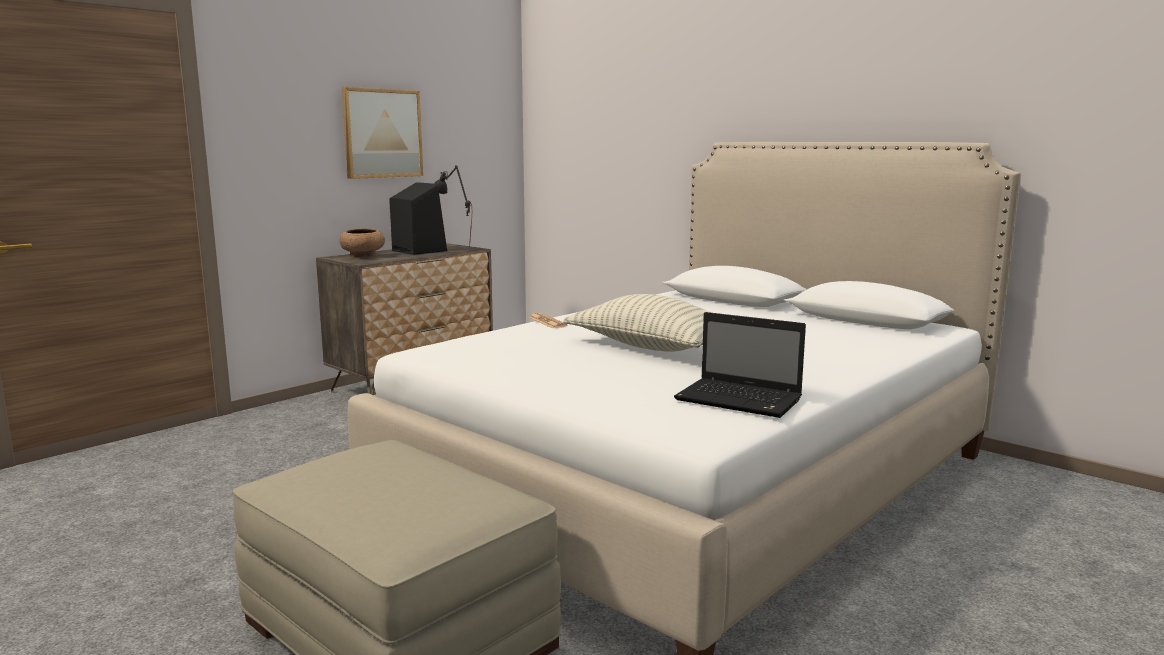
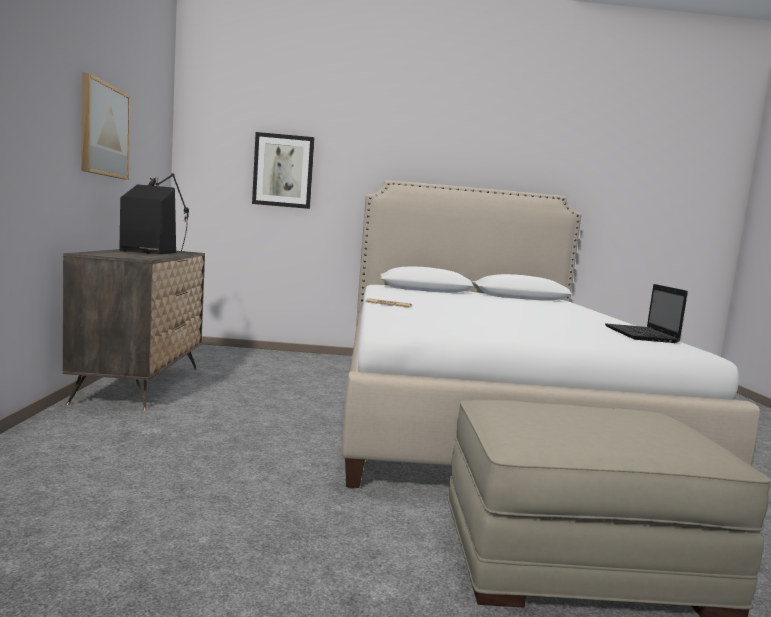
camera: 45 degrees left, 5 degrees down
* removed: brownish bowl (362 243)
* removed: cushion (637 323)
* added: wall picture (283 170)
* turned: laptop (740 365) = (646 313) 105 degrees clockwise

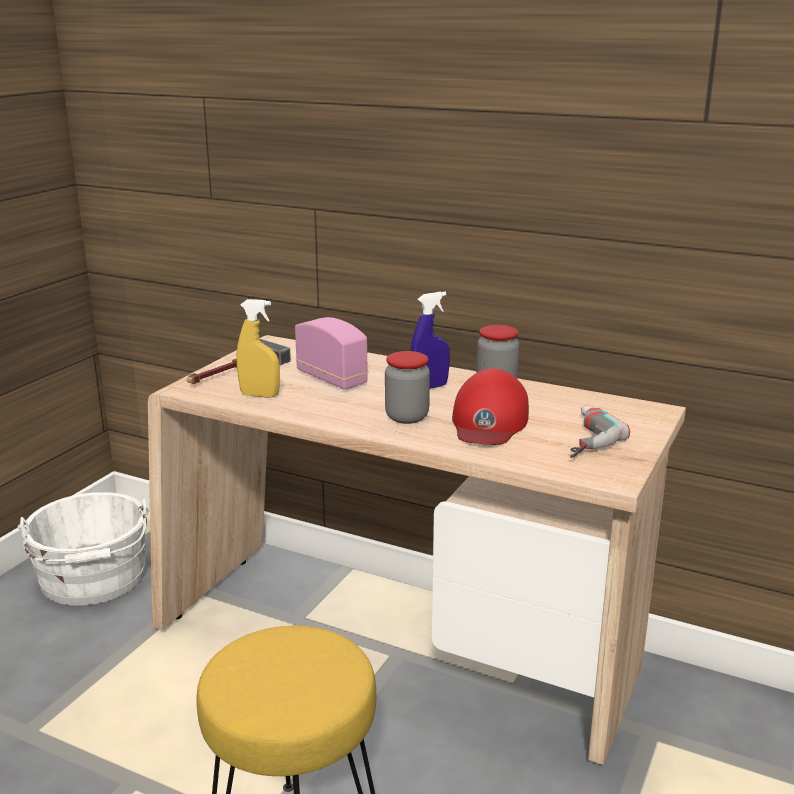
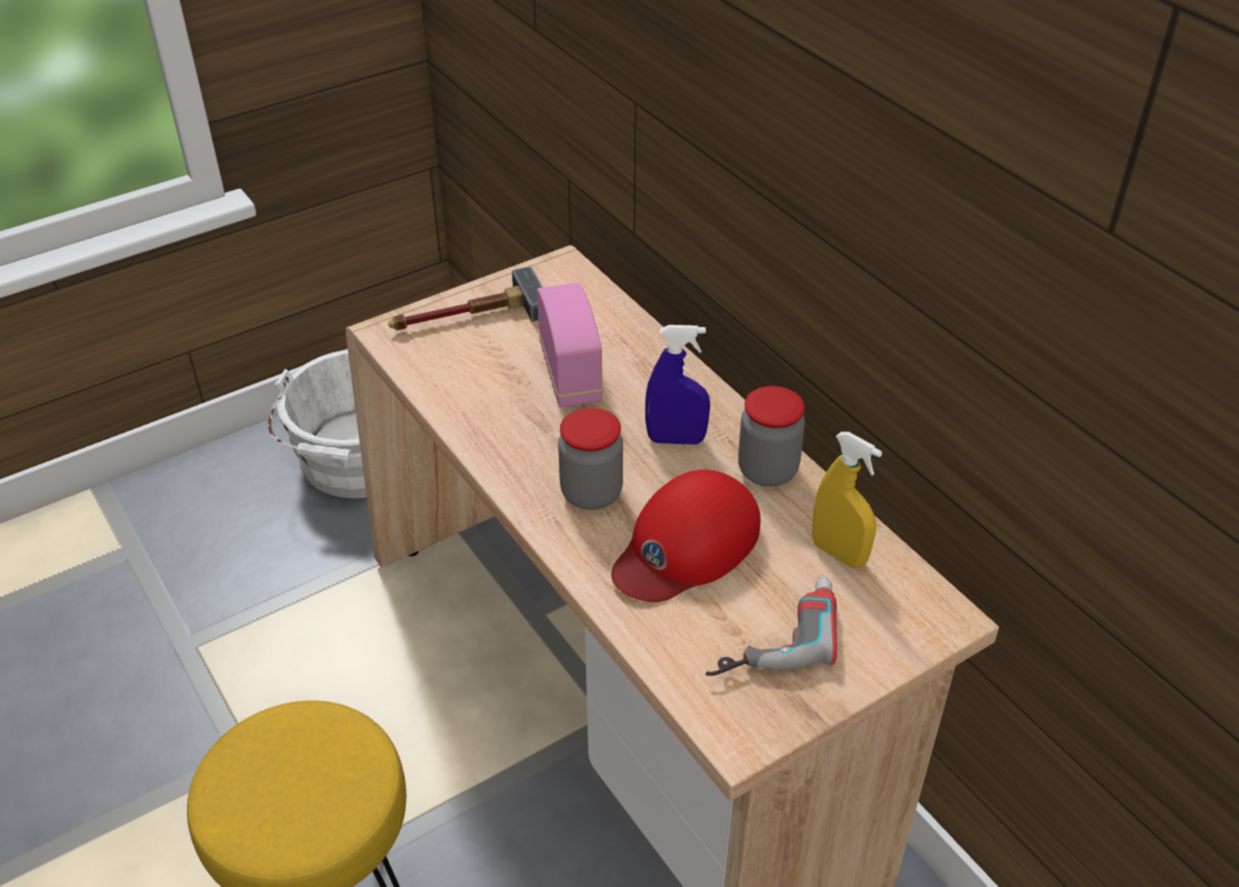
camera: 30 degrees right, 20 degrees up
* moved: yellowish sprayer (258 348) to (847 500)

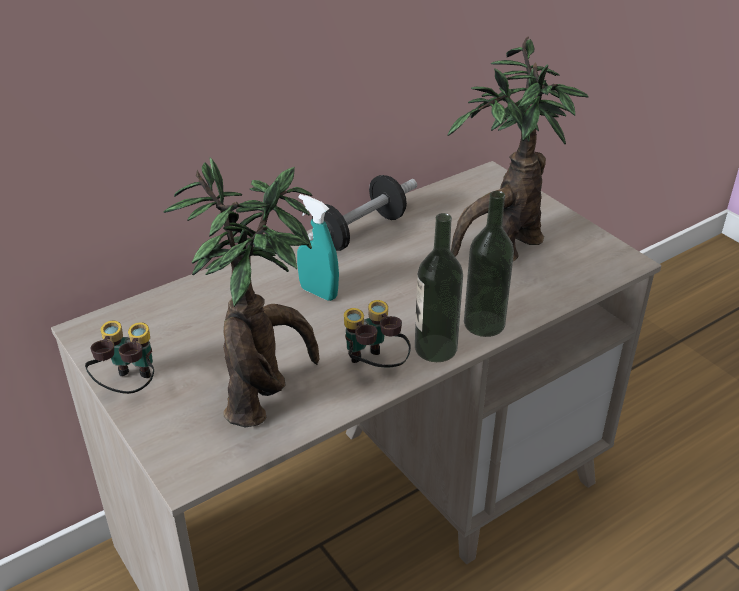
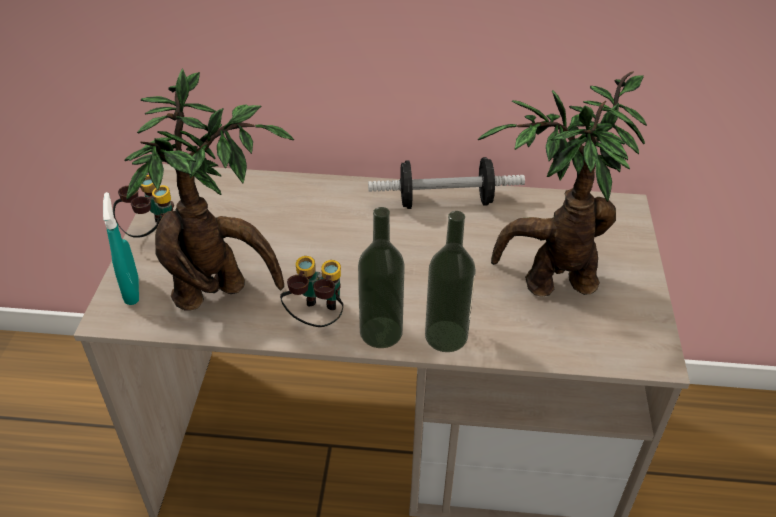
camera: 40 degrees right, 5 degrees up
* moved: turquoise sprayer (318 247) to (121 248)

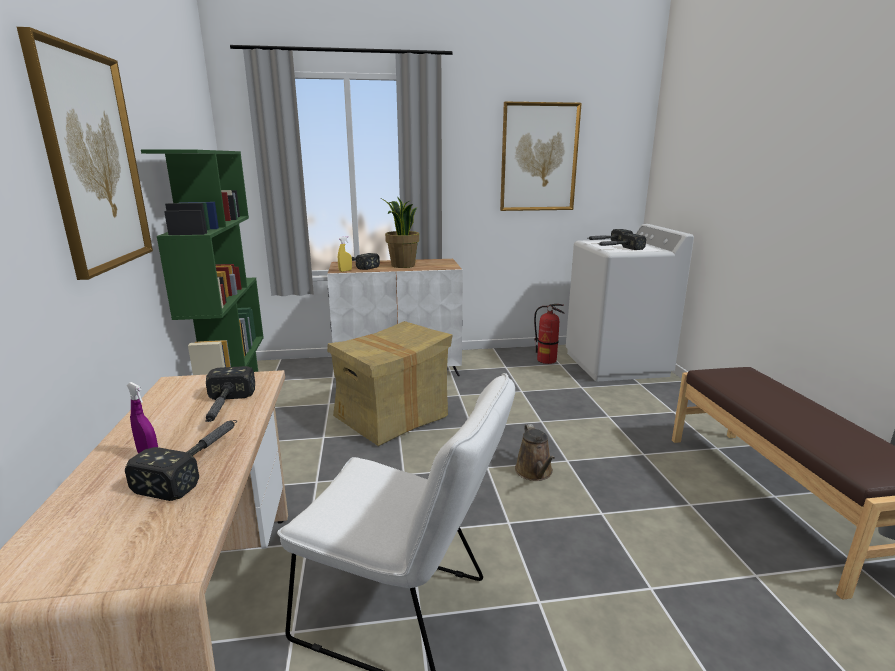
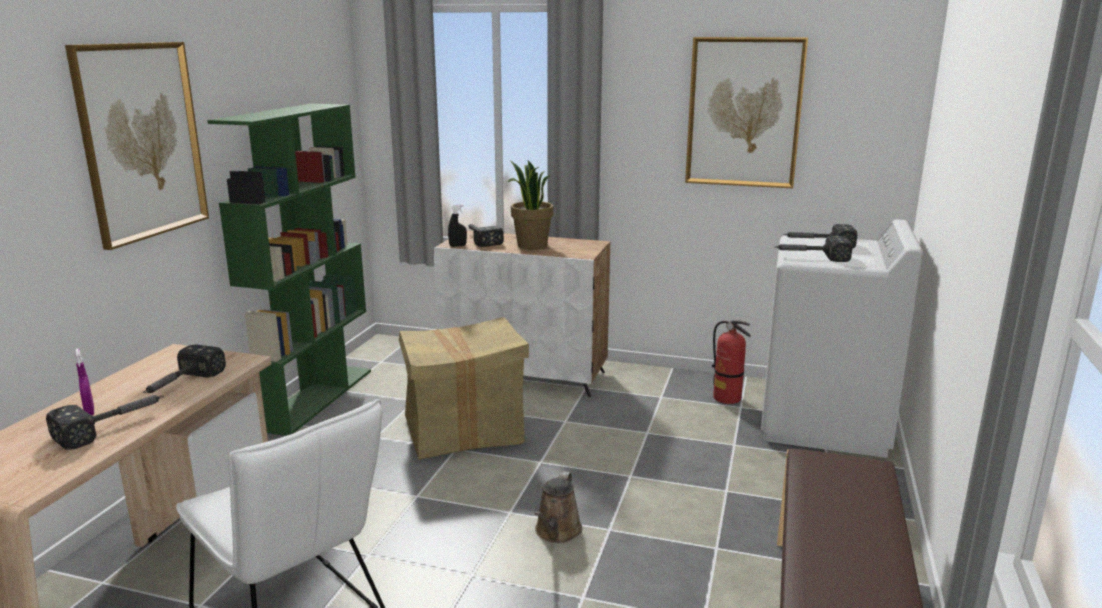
camera: 25 degrees right, 0 degrees up
* recoloured: yellowish sprayer (345 254) to blackish sprayer (457 226)

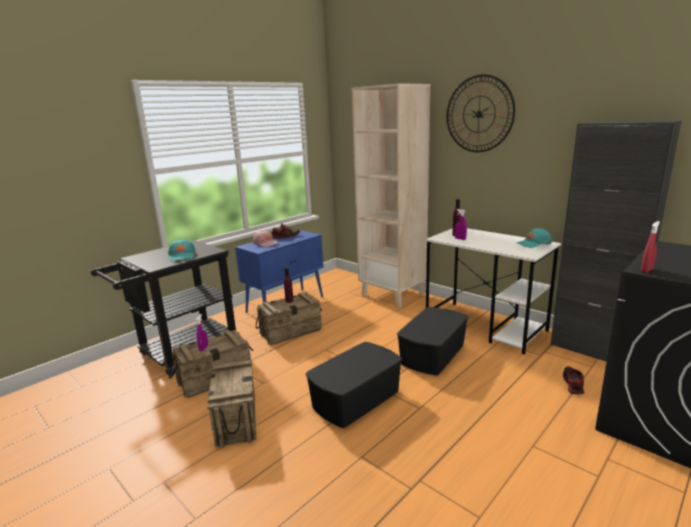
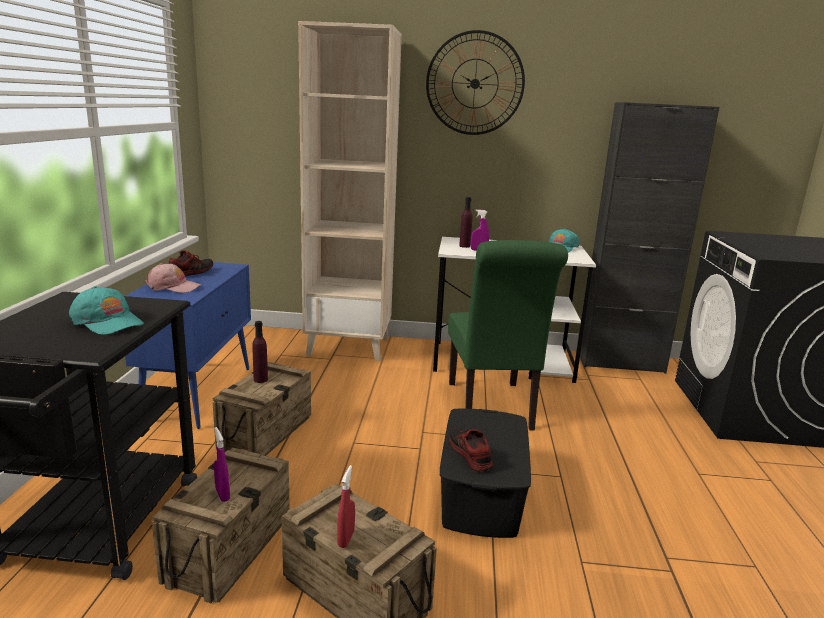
camera: 40 degrees left, 0 degrees up
* moved: item of footwear (573 380) to (471 449)
* moved: reddish sprayer (650 247) to (346 506)
* replaced: blackish storage box (432 341) to green-coloured upright chair (508 335)

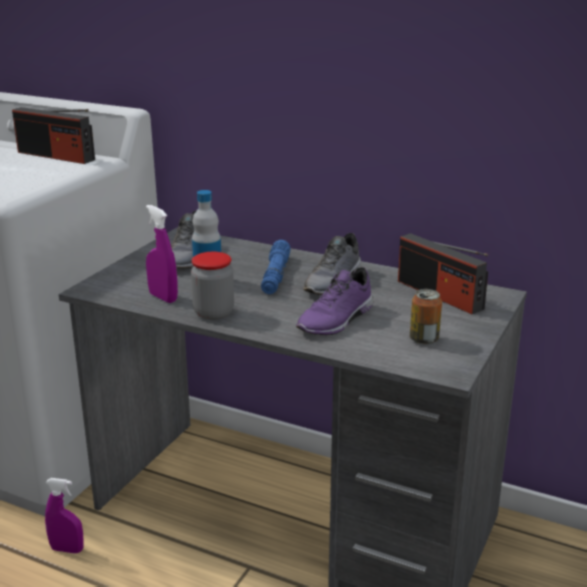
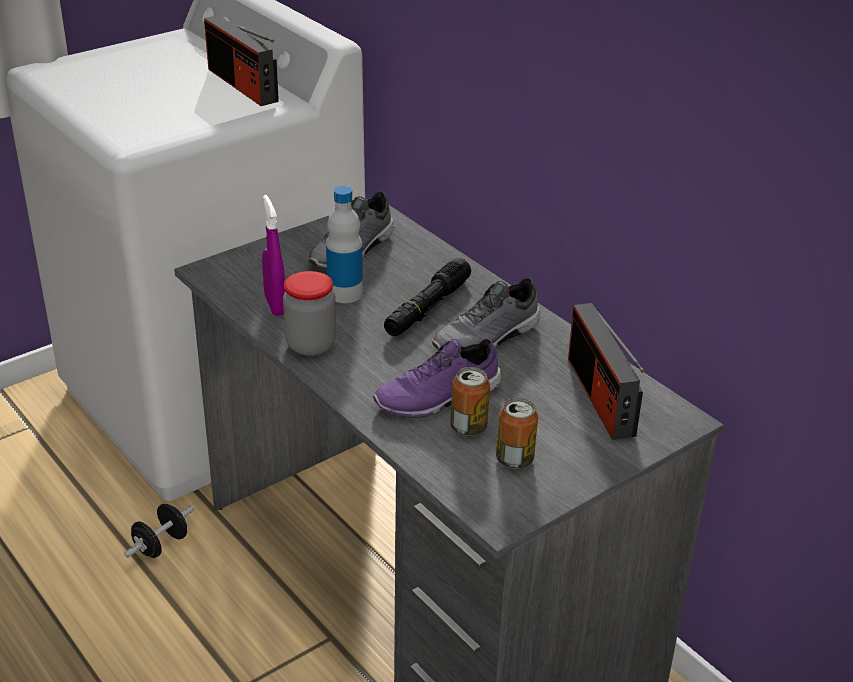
camera: 25 degrees right, 10 degrees up
* added: sealed can (470 401)
* replaced: purplish sprayer (64 515) to blackish free weight (159 531)
* recoloured: blue-coloured flashlight (276 267) to blackish flashlight (427 297)

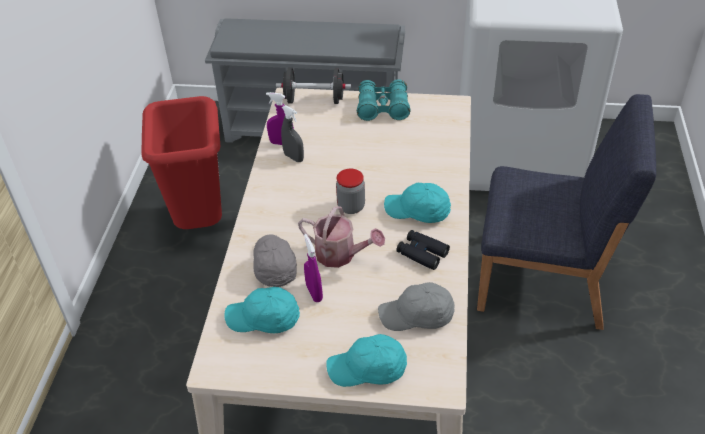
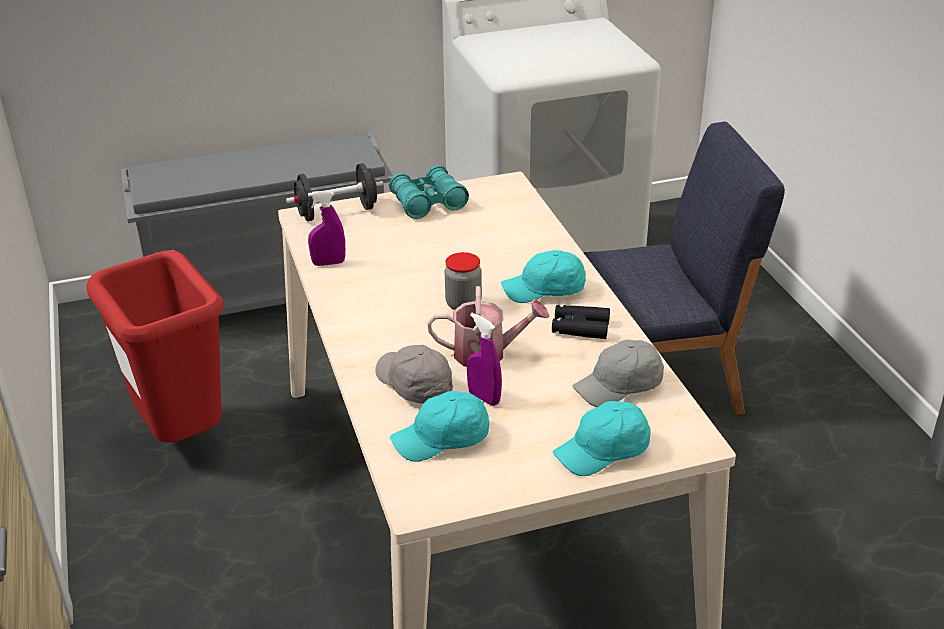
camera: 25 degrees left, 10 degrees down
* removed: greyish sprayer (292 133)

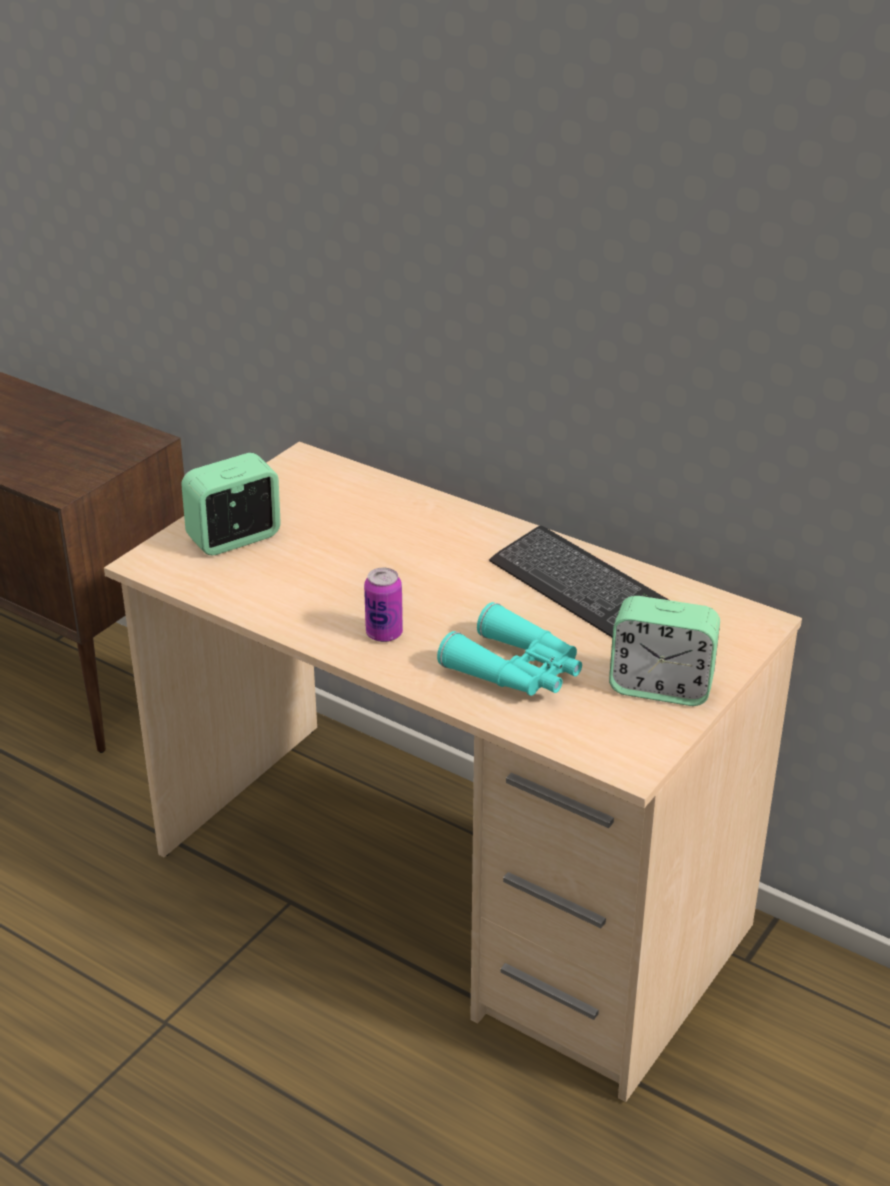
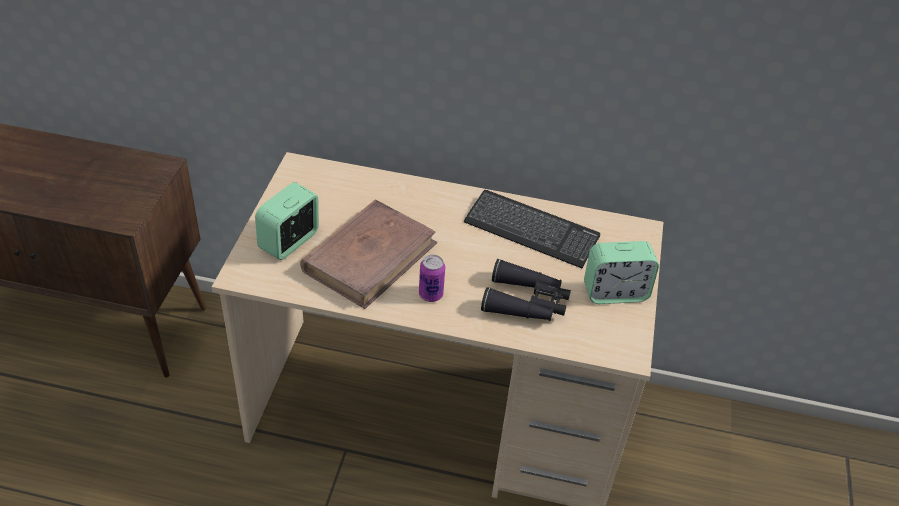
camera: 25 degrees left, 10 degrees up
* added: brownish volume (368 254)
* recoloured: turquoise pair of binoculars (509 649) to blackish pair of binoculars (526 290)

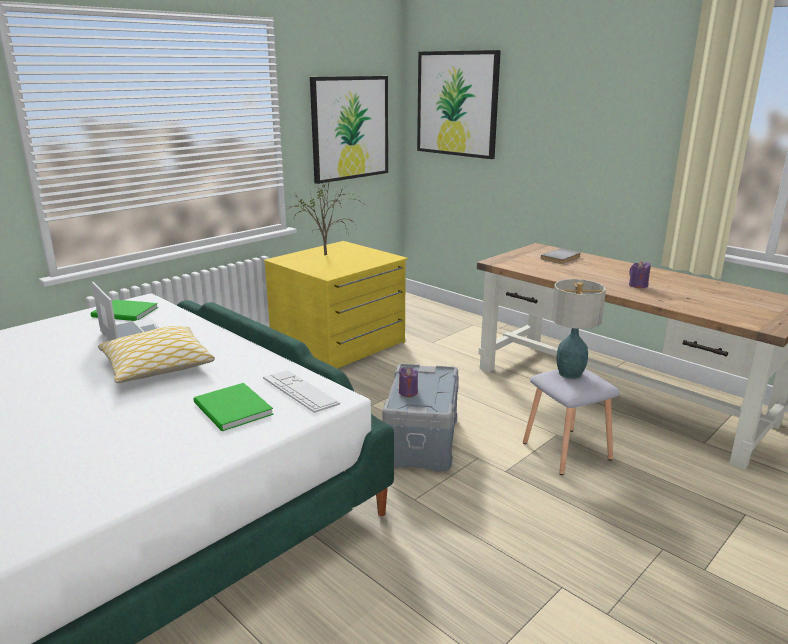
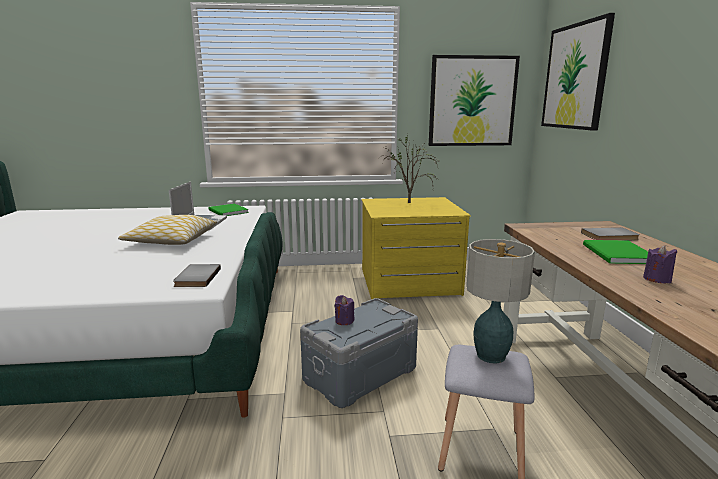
camera: 40 degrees right, 5 degrees down
* moved: green-coloured volume (234 407) to (615 252)
* replaced: PC keyboard (301 391) to greyish volume (197 275)

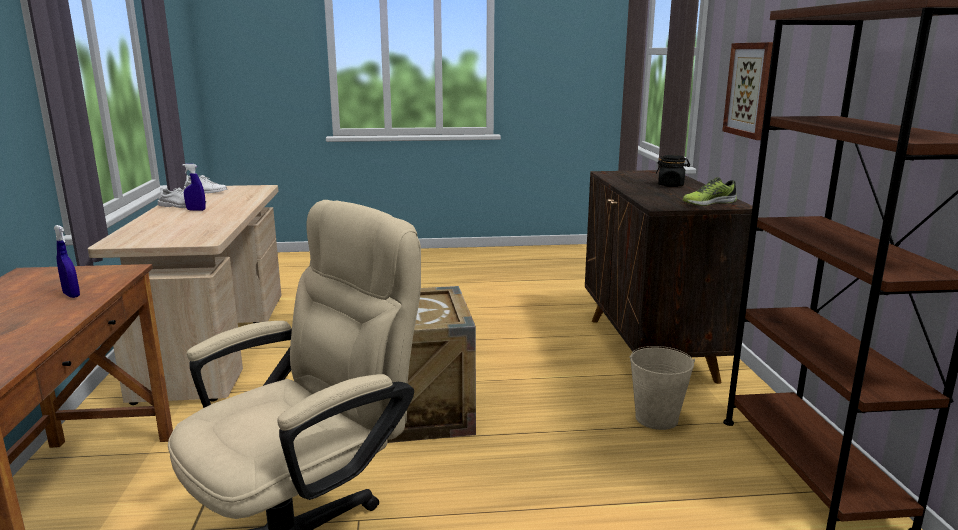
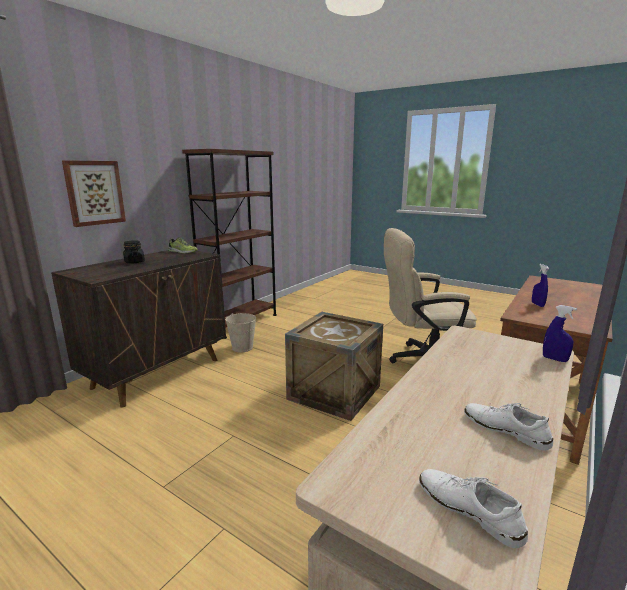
camera: 140 degrees left, 0 degrees up
* moved: blue-coloured sprayer (194 187) to (560 333)

